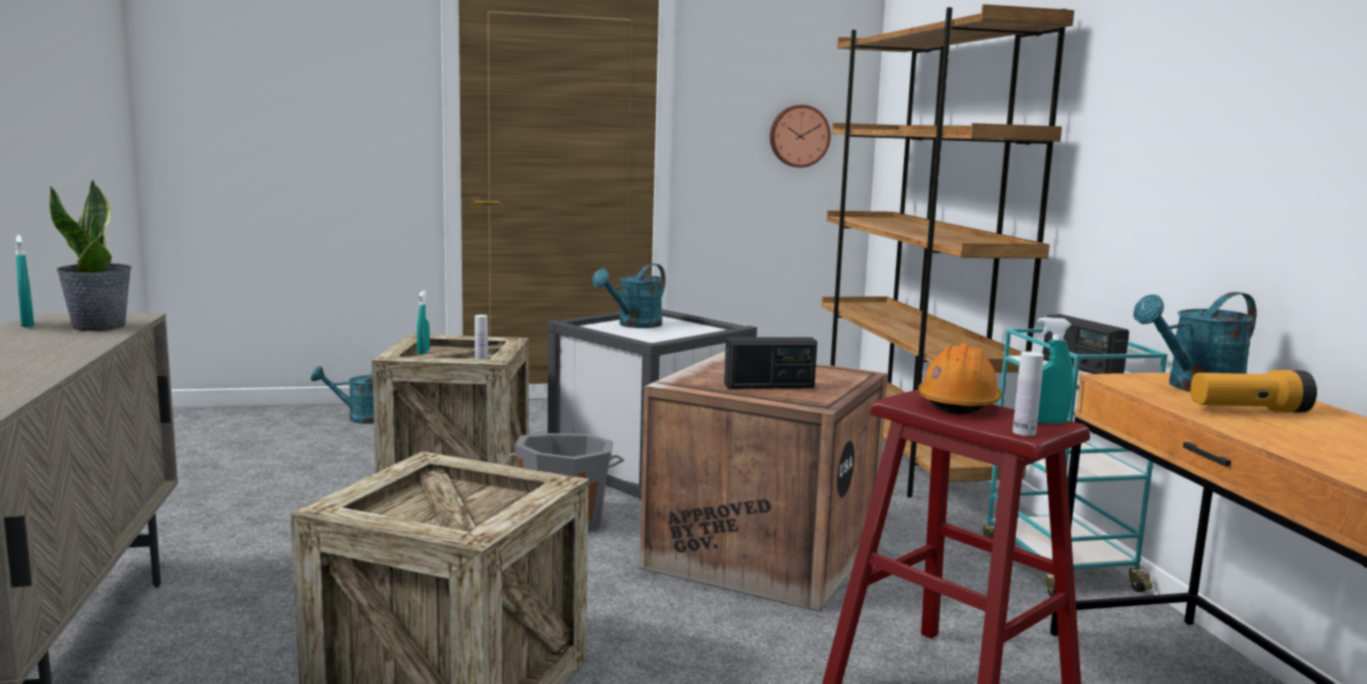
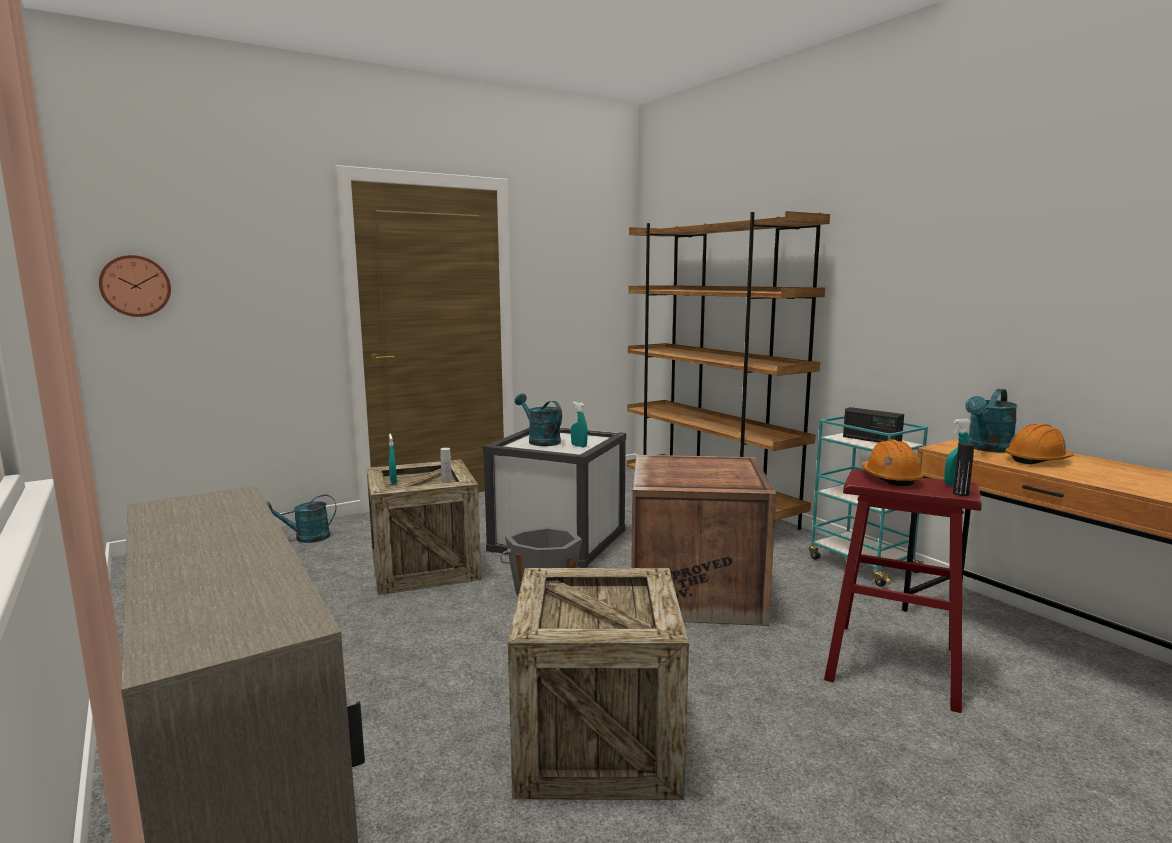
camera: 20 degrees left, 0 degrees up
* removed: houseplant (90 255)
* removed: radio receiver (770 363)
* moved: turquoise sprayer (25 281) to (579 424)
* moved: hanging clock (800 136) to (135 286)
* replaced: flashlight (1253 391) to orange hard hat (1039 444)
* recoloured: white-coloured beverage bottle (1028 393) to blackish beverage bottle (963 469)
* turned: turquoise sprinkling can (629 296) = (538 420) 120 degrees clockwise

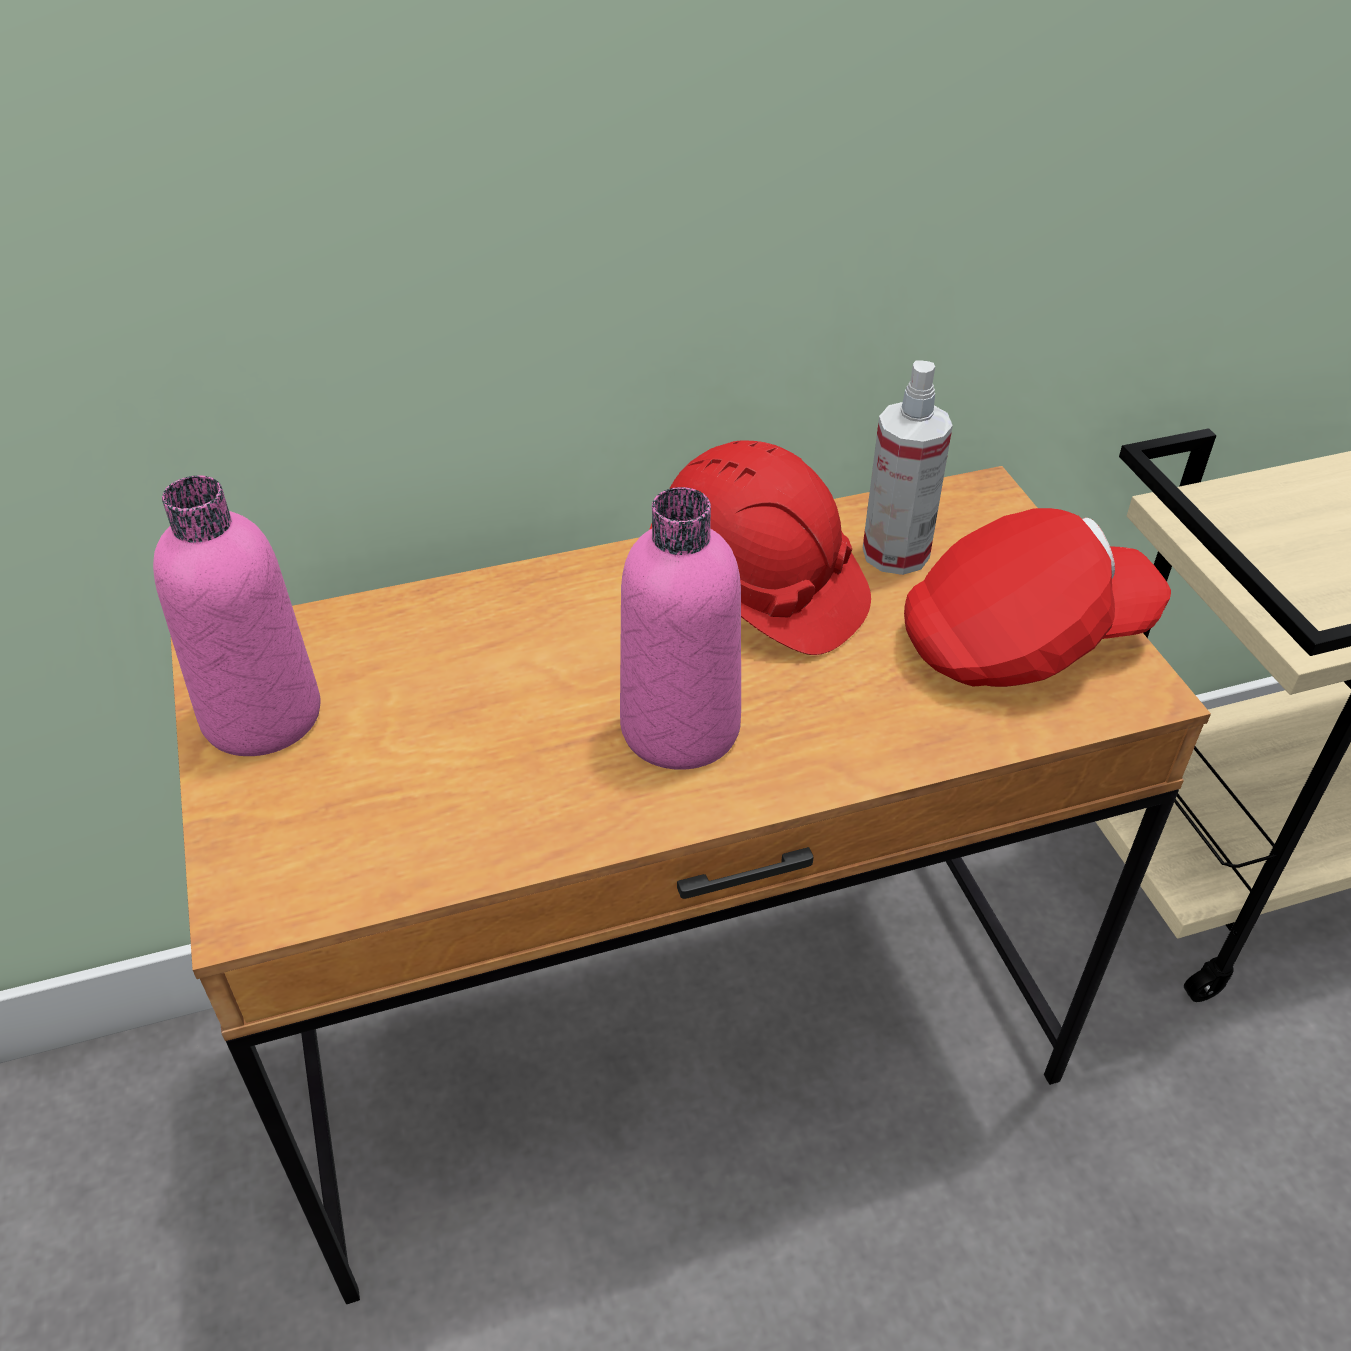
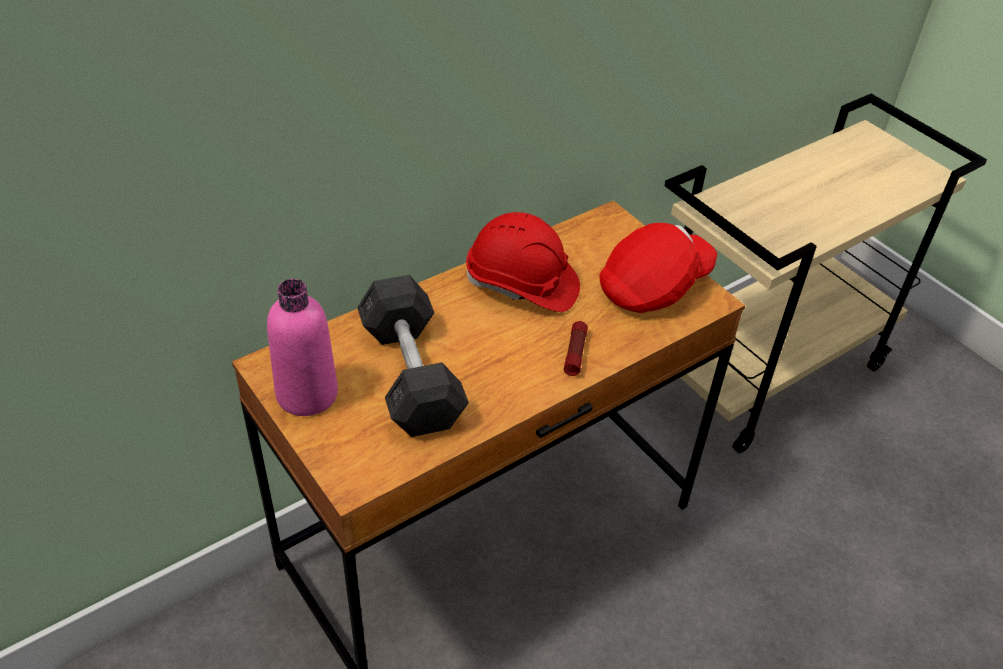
camera: 20 degrees left, 0 degrees up
* removed: pinkish beverage bottle (680 628)
* removed: sprayer (908 468)
* added: greyish free weight (413 356)
* added: flashlight (576 348)

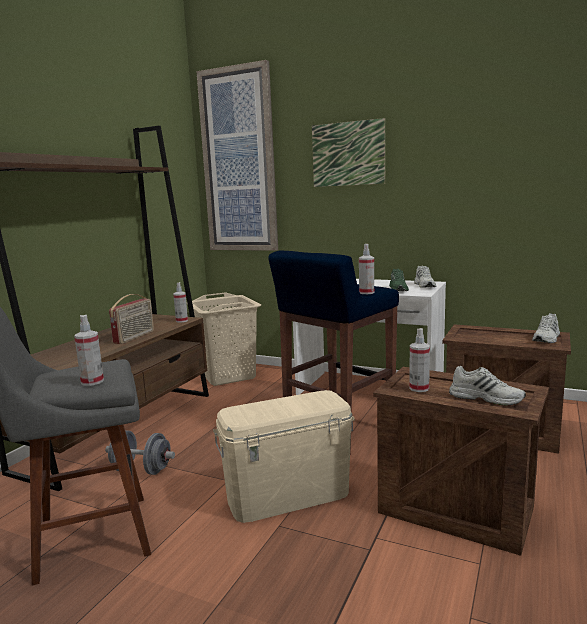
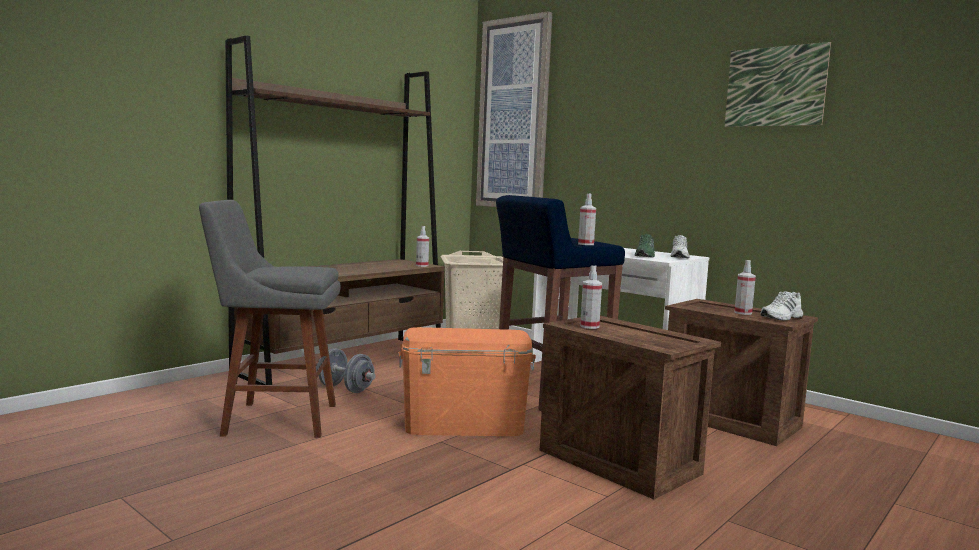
camera: 15 degrees right, 5 degrees down
* removed: radio receiver (131 319)
* removed: white-coloured item of footwear (487 386)
* moved: sprayer (89 350) to (745 287)
* moved: wall picture (348 152) to (777 84)
* recoloured: beige storage box (284 456) to orange storage box (467 381)

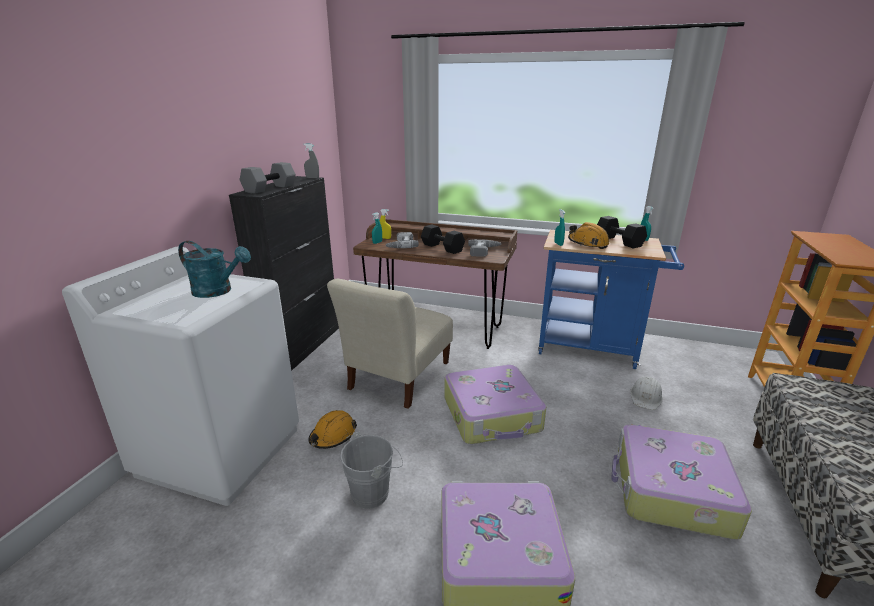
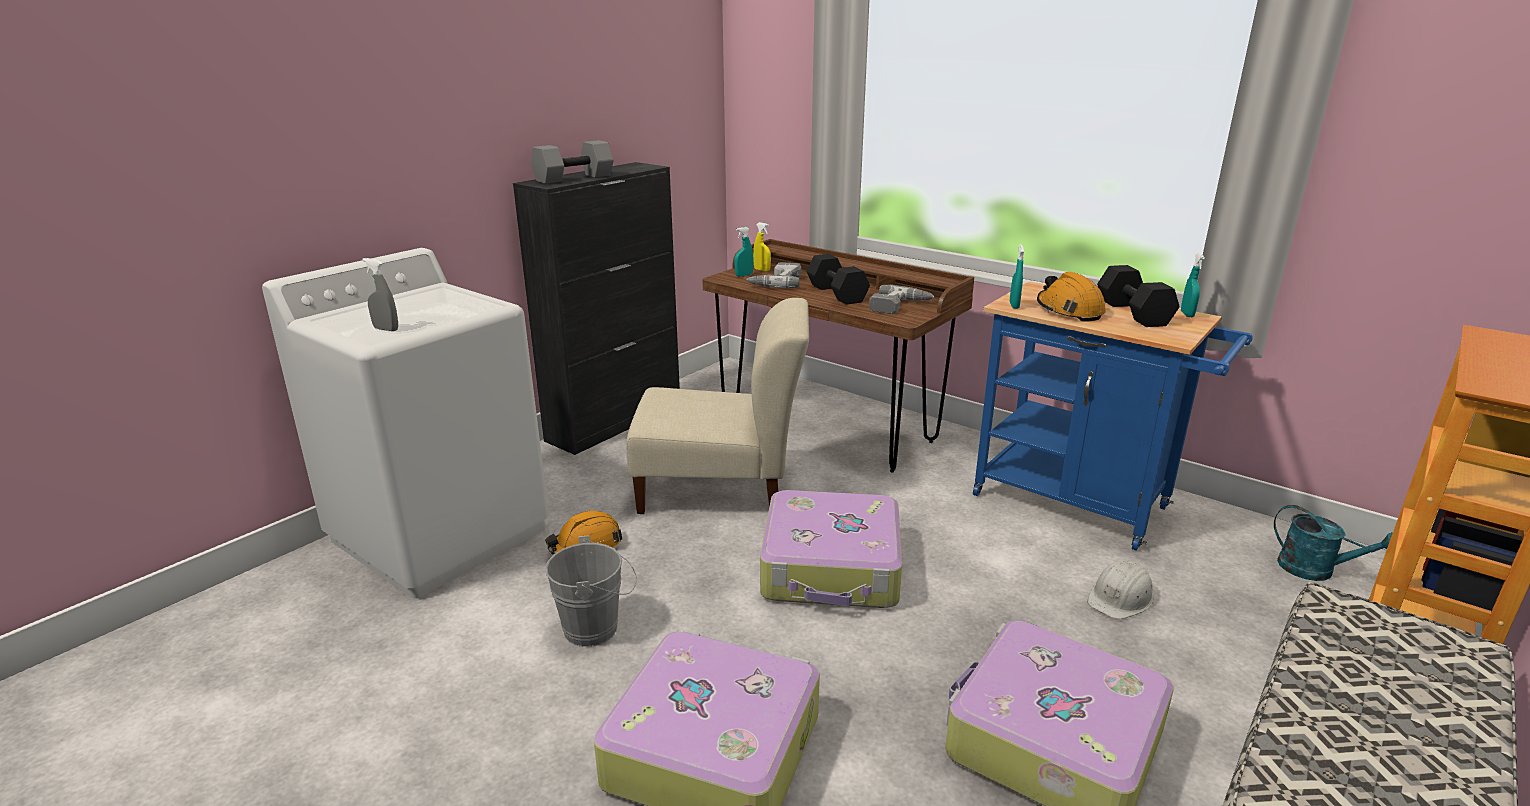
camera: 20 degrees right, 0 degrees up
* moved: turquoise sprinkling can (214 269) to (1333 543)
* moved: greyish sprayer (311 161) to (380 294)
* turned: beige upright chair (390 344) = (717 406) 135 degrees counterclockwise

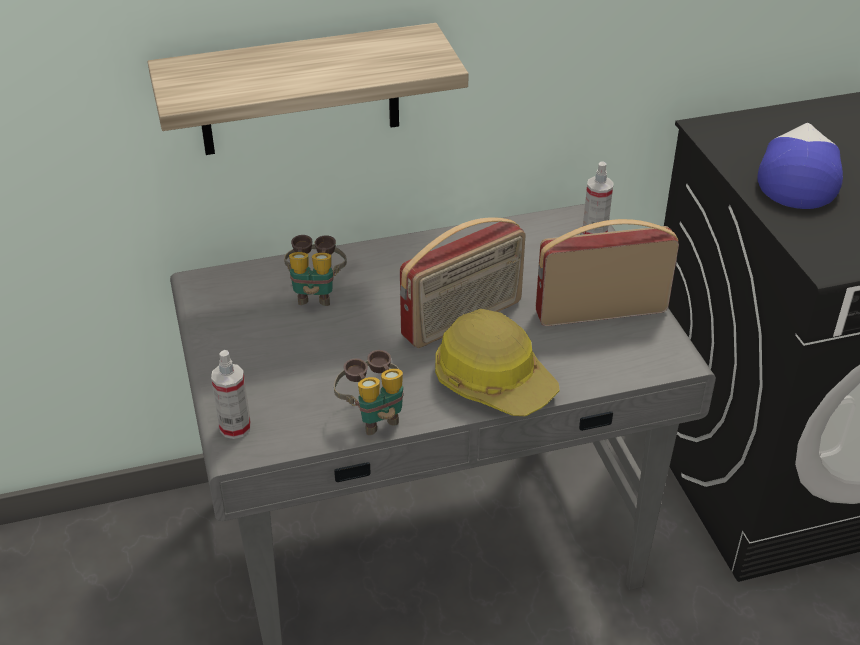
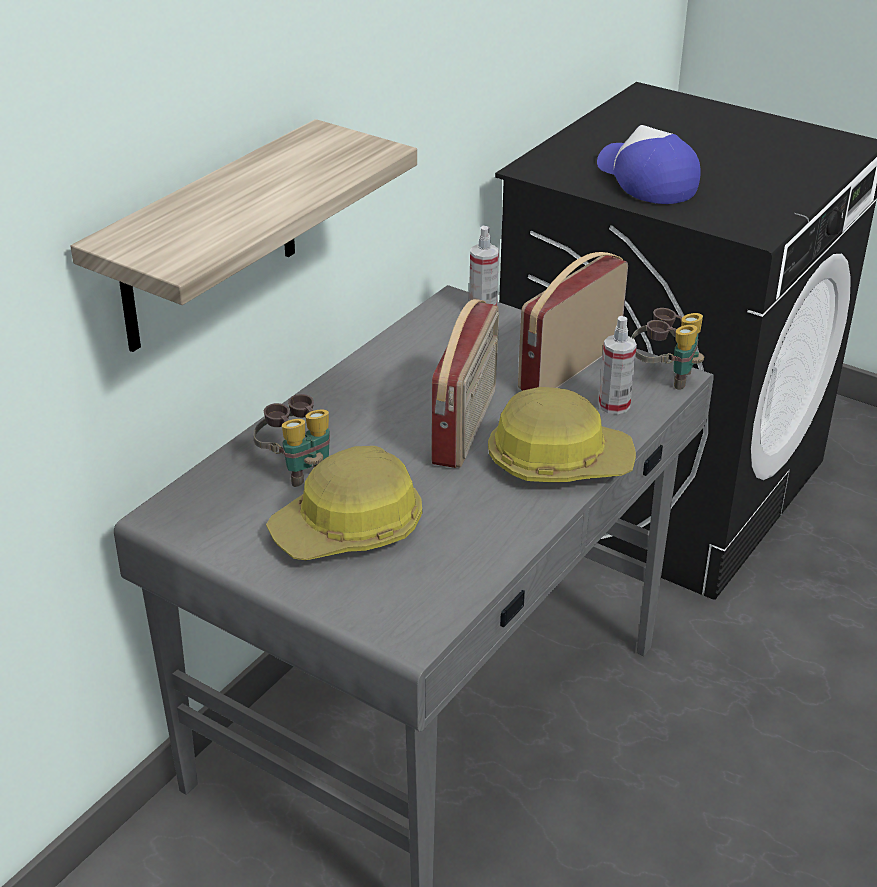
camera: 40 degrees left, 5 degrees down
* added: hard hat (344 503)
* moved: sprayer (231 394) to (618 365)
* moved: pair of binoculars (369 392) to (667 349)

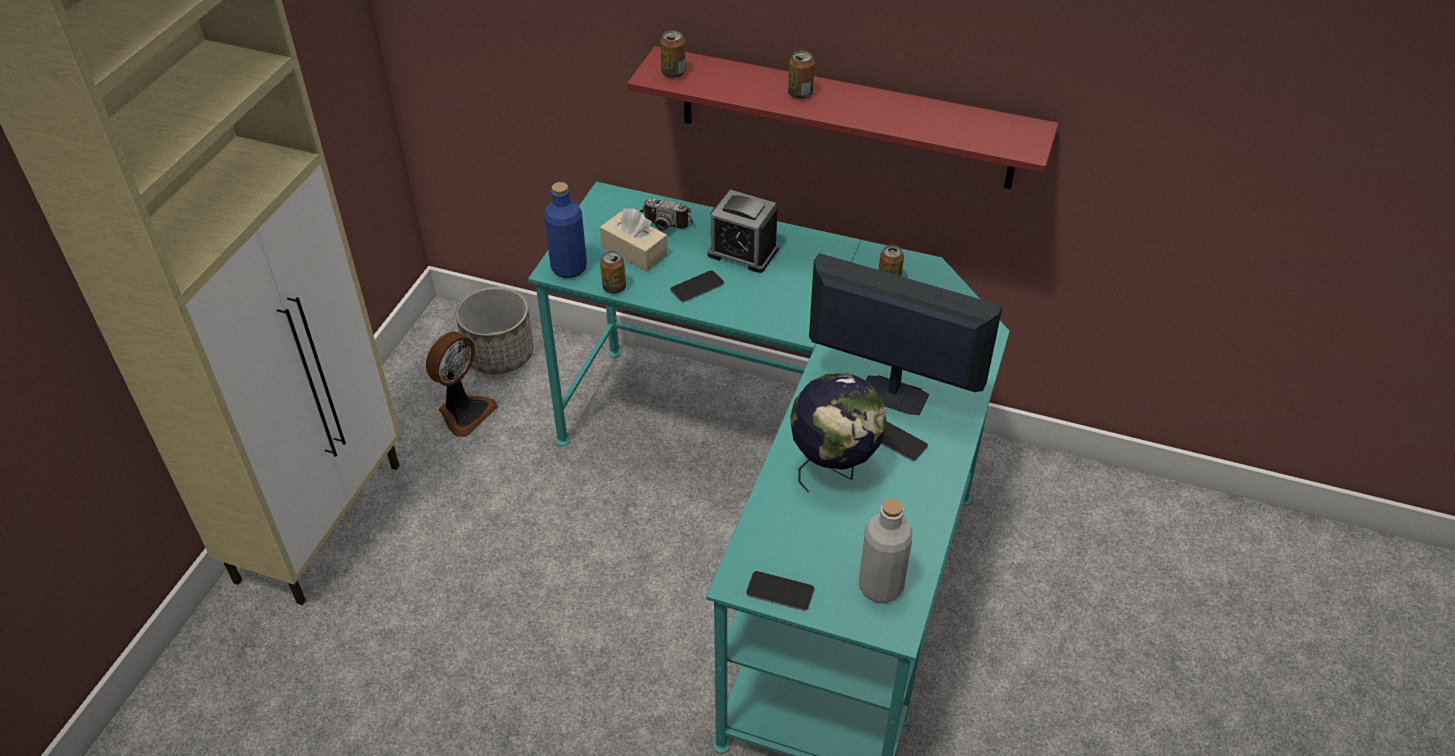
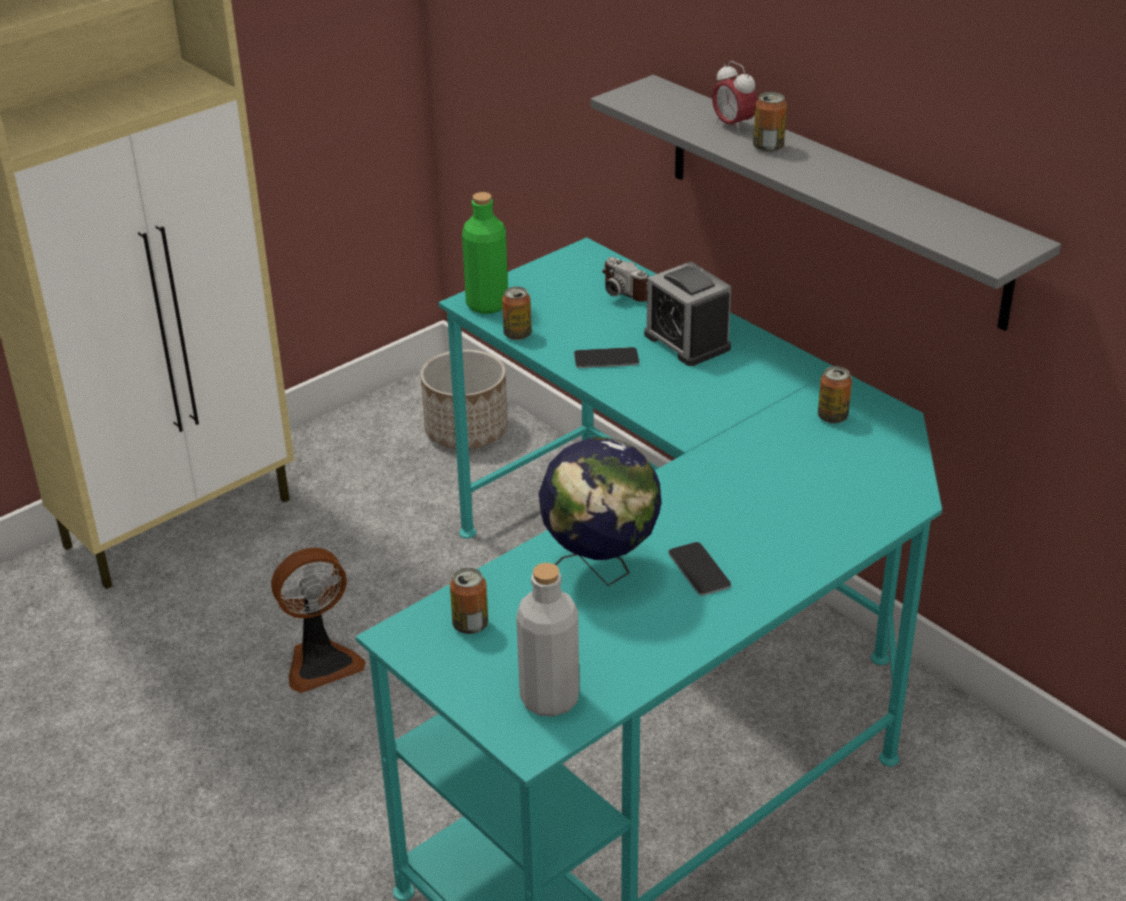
camera: 30 degrees right, 10 degrees down
* removed: beige tissue box (634 239)
* removed: telephone (780 591)
* removed: computer display (906 334)
* added: table clock (734 97)
* moved: cooling fan (462 384) to (318 620)
* moved: sealed can (673 54) to (469 601)
* recoloured: blue-coloured beverage bottle (565 230) to green-coloured beverage bottle (485 253)
* recoloured: reddish bracket shelf (842 117) to greyish bracket shelf (826 203)

